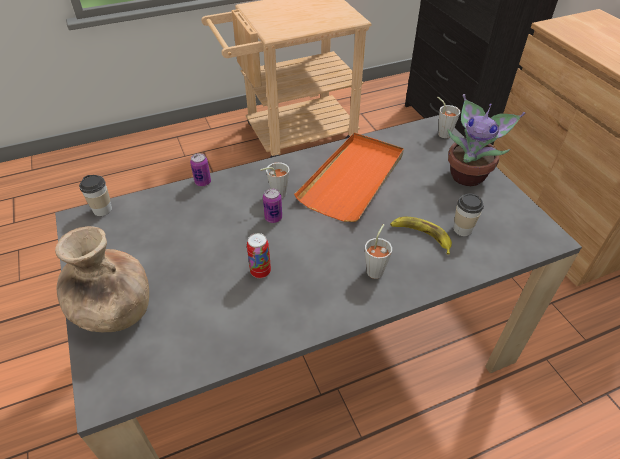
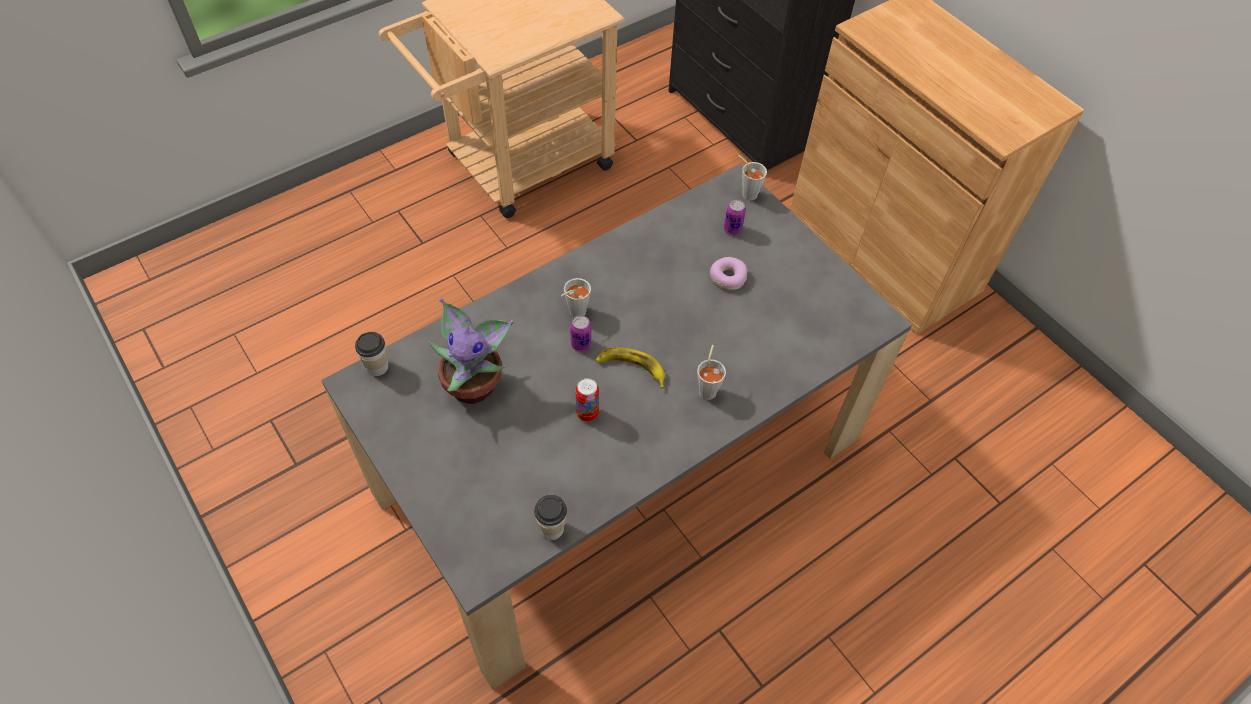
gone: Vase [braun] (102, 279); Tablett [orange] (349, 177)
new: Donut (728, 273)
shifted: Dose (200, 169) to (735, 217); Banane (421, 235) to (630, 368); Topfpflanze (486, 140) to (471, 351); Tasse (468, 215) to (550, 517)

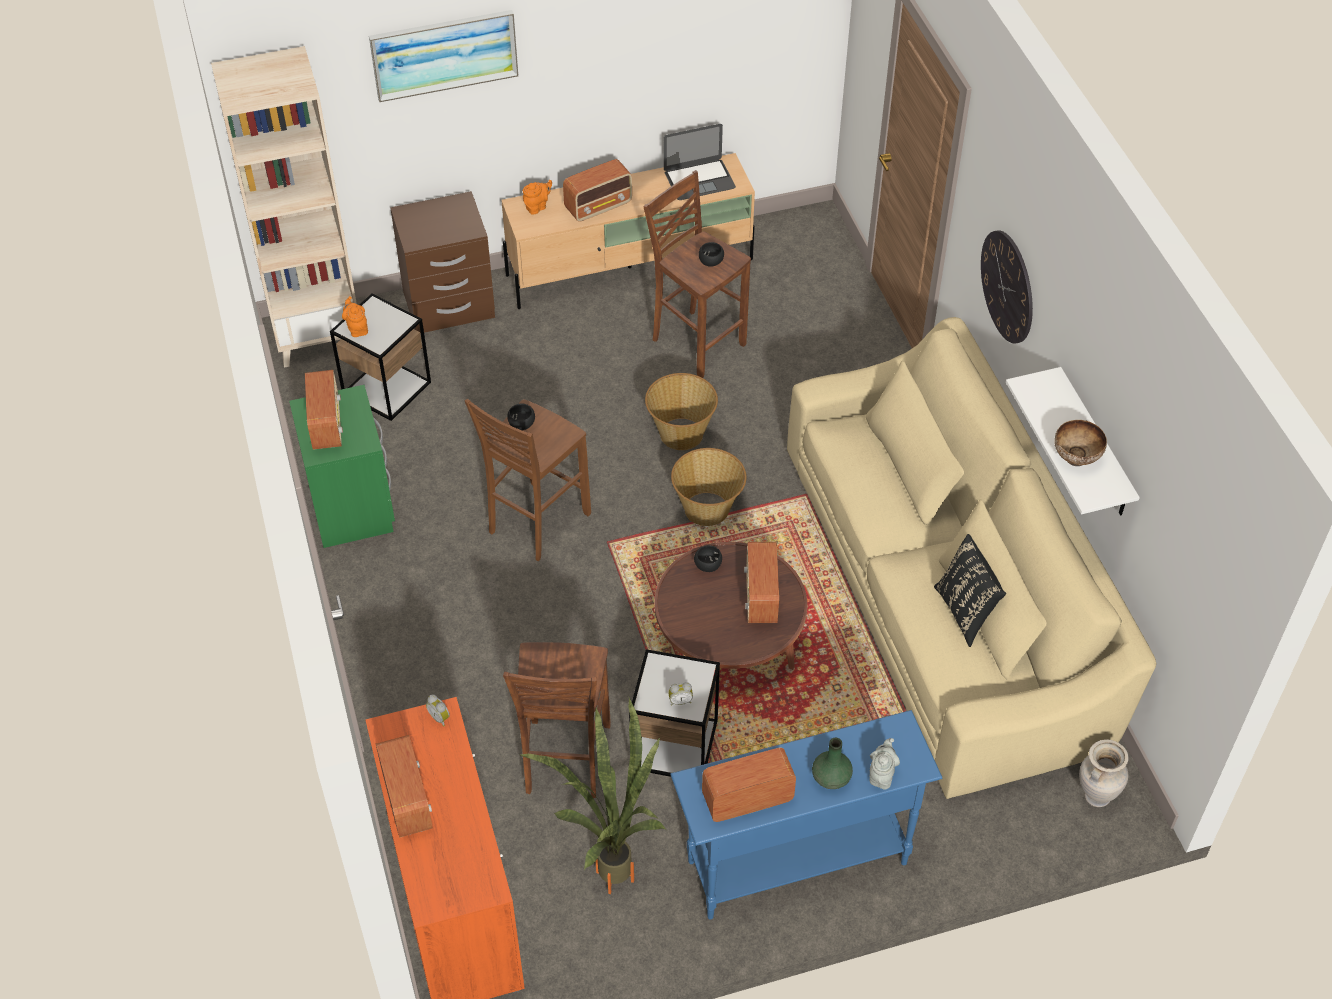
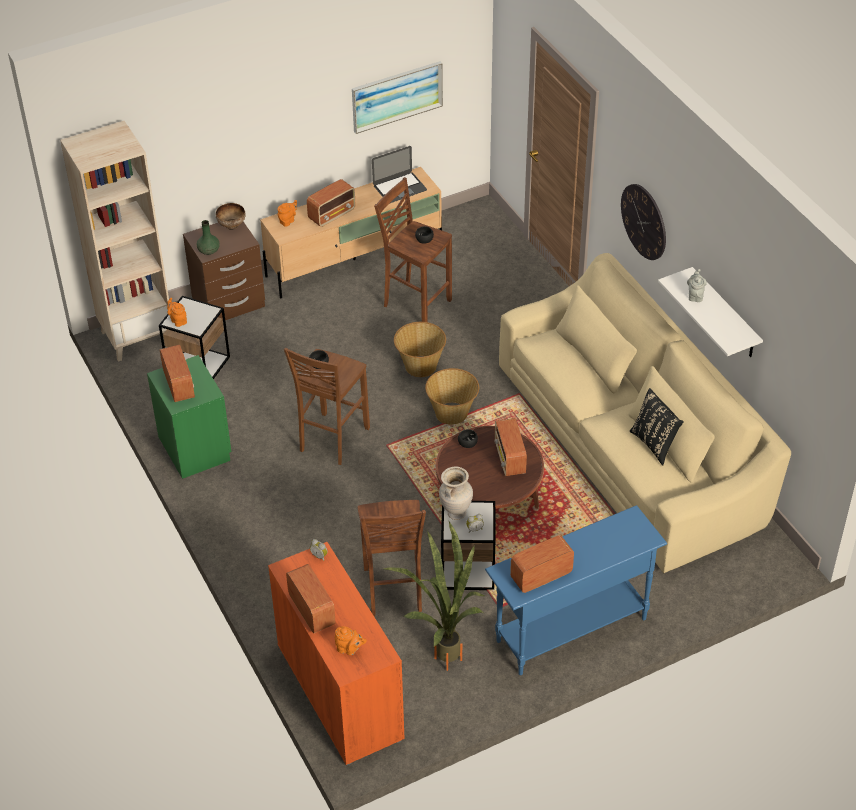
new: Teekanne [orange] (351, 640)
shifted: Bild (443, 56) to (397, 97); Vase [grün] (832, 763) to (208, 237); Teekanne [grau] (884, 764) to (697, 285); Schüssel (1080, 443) to (231, 216); Vase [beige] (1104, 773) to (456, 493)

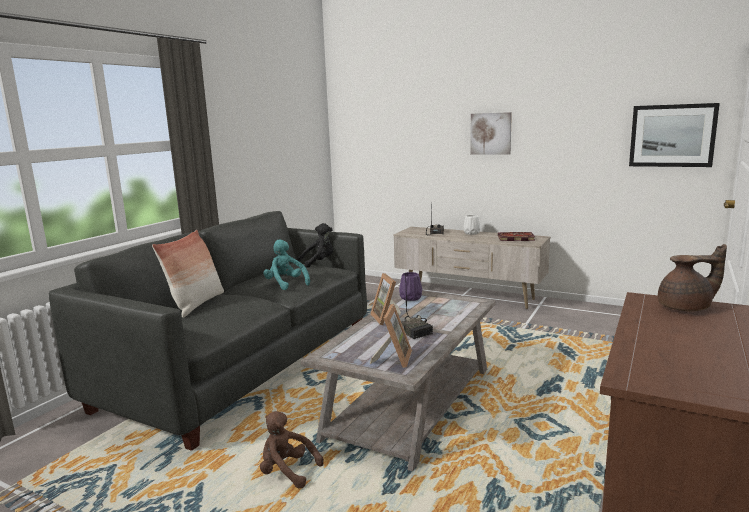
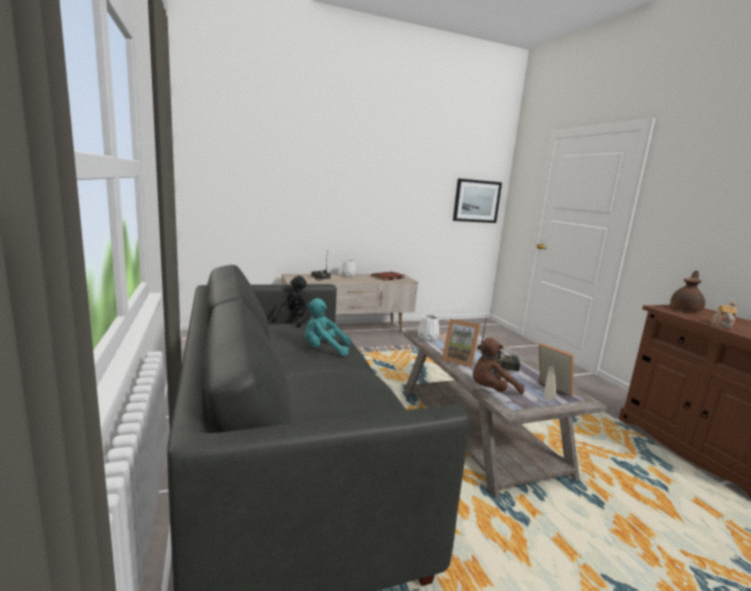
gone: Kissen (188, 274); Bild (491, 133)
new: Teekanne (724, 315)
shifted: Plüschtier [braun] (292, 450) to (498, 366)
repainted: Vase [lila] (410, 286) to Vase [weiß] (428, 328)

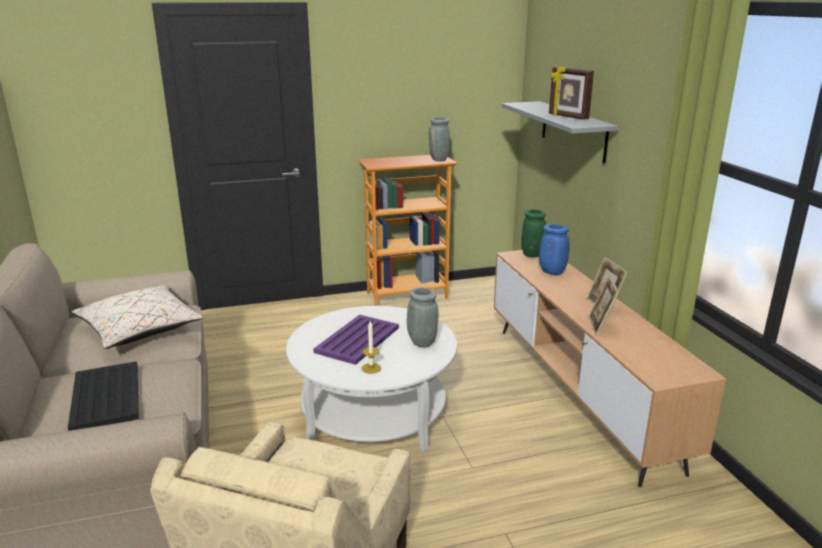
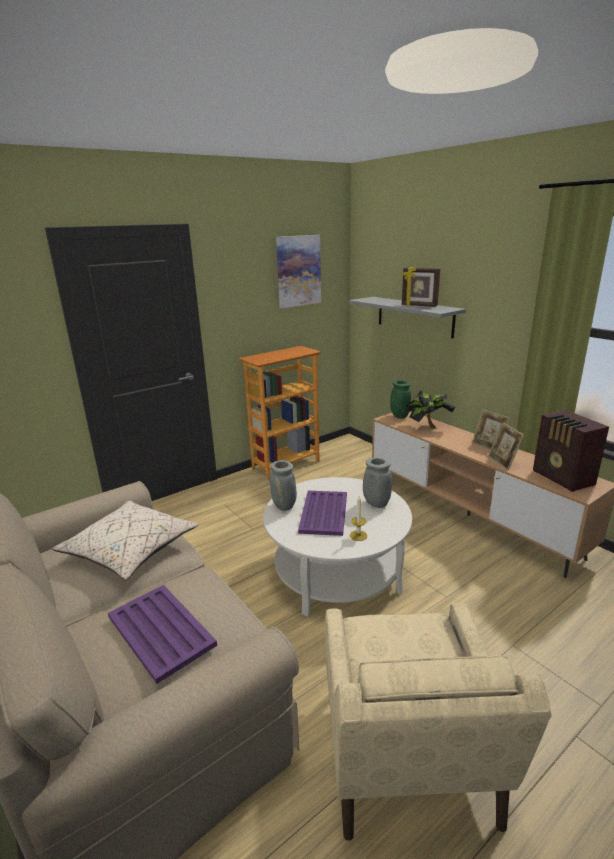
new: Bild (298, 271); Radio (571, 451)
shifted: Vase [grau] (439, 139) to (283, 485)
swapped: Vase [blau] (554, 249) to Topfpflanze (430, 410)
repainted: Tablett [schwarz] (103, 396) to Tablett [lila] (162, 634)

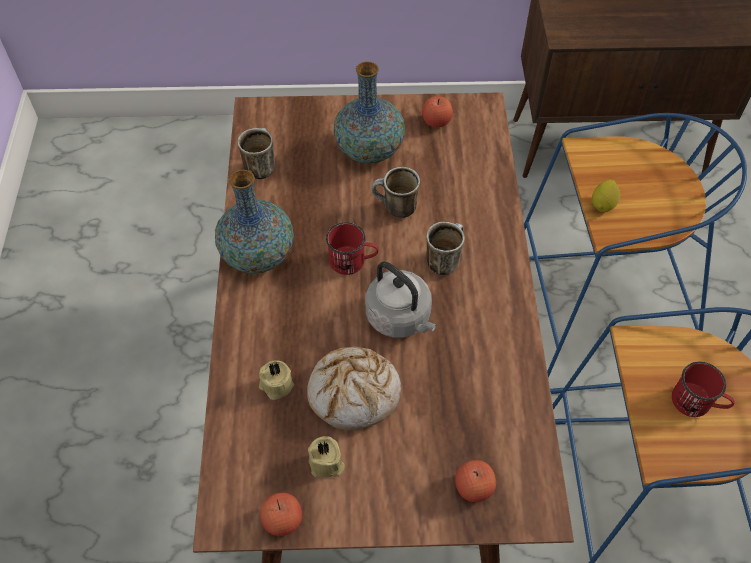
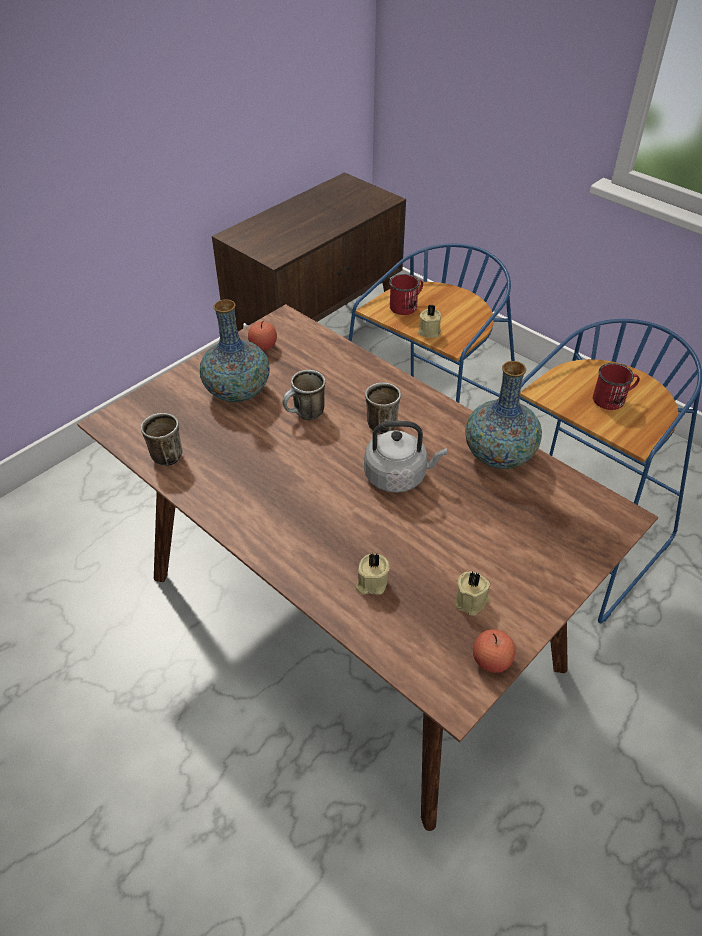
gone: Brot (354, 389); Apfel (475, 481)
shifted: Vase (254, 222) to (503, 415); Henkelbecher [rot] (352, 248) to (406, 294)
swapped: Zitrone (606, 196) to Kerze [beige] (429, 321)

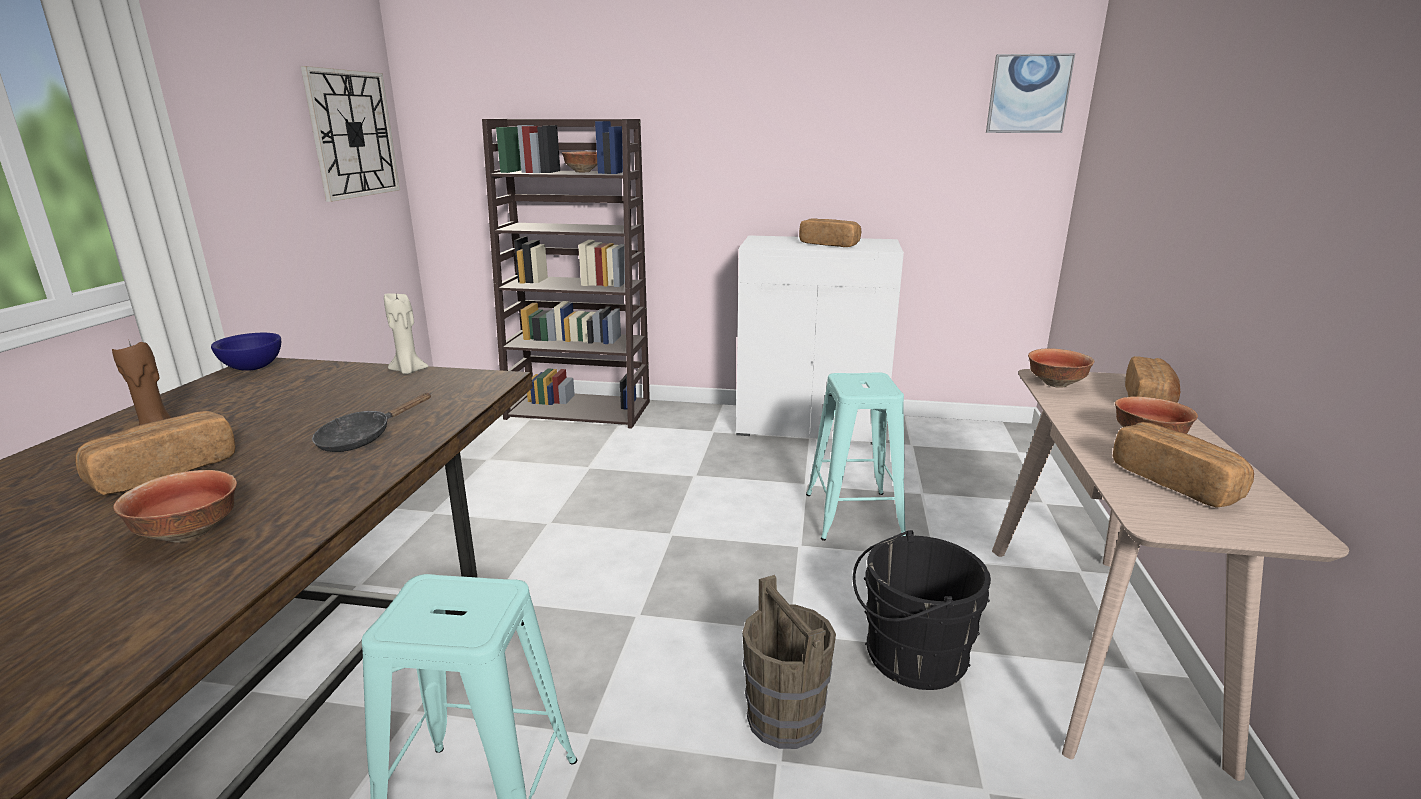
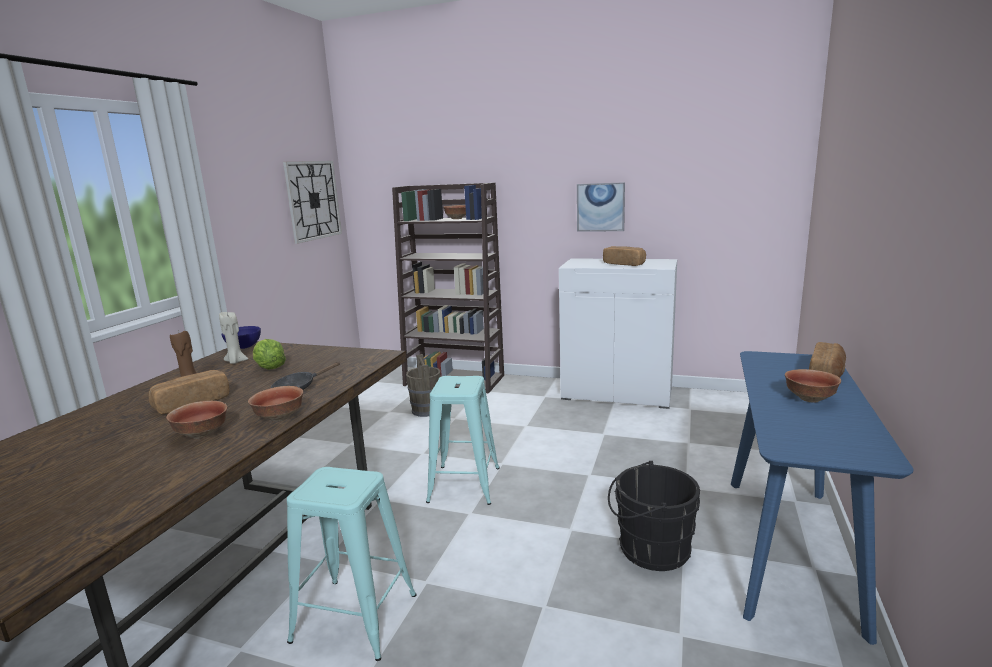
gone: Brot (1183, 465)
new: Salatkopf (269, 354)
shifted: Kerze [beige] (406, 333) to (234, 338); Eimer [braun] (789, 662) to (423, 385); Hocker [türkis] (856, 456) to (463, 440); Bild (1030, 93) to (601, 207); Schüssel (1061, 368) to (275, 404)
repainted: Konsolentisch [beige] (1170, 575) to Konsolentisch [blau] (822, 498)

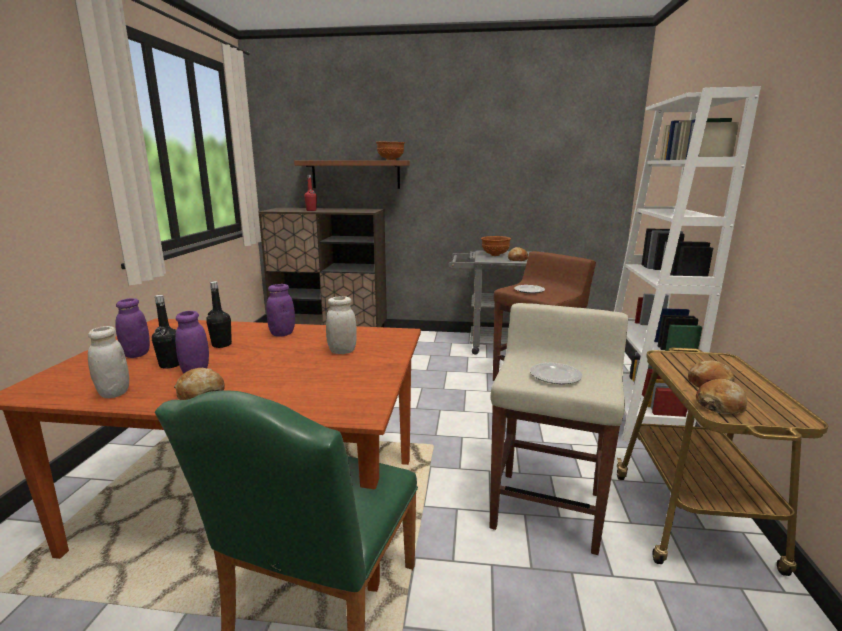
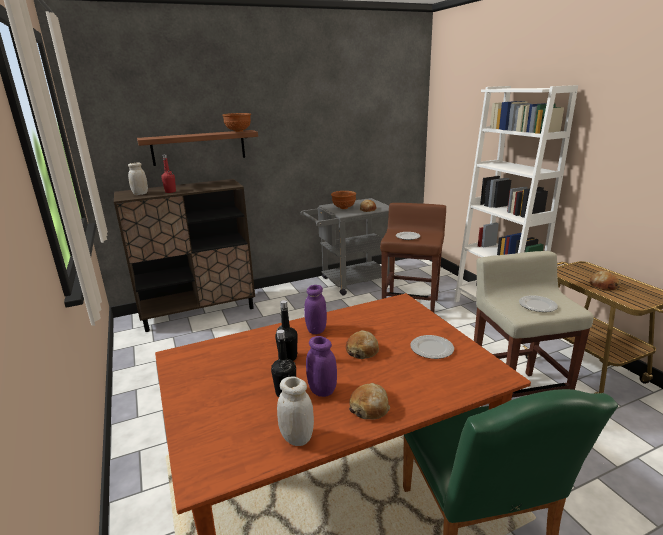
gone: Vorratsglas [lila] (132, 328)
new: Teller (432, 347)
shifted: Vorratsglas [weiß] (341, 325) to (138, 178); Brot (721, 396) to (362, 344)

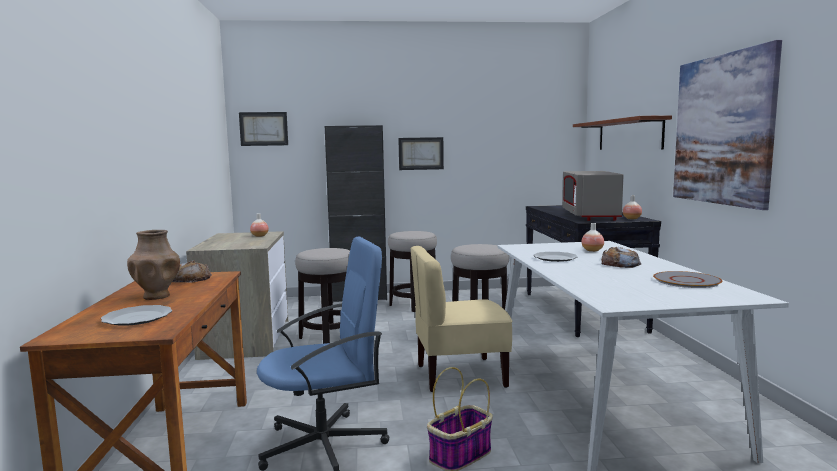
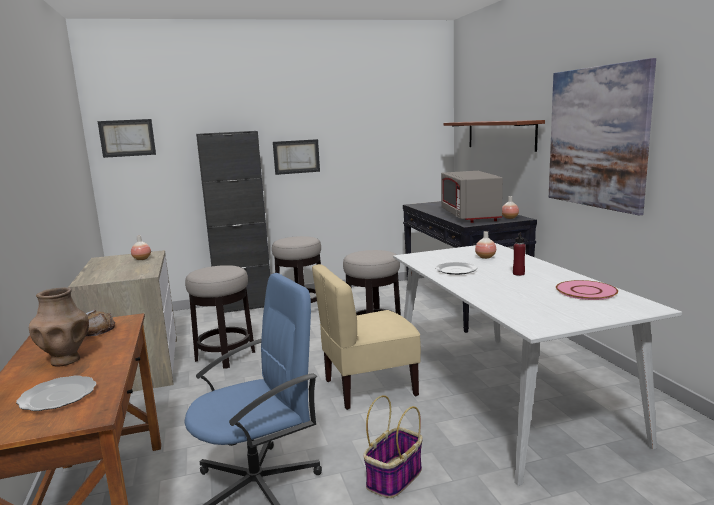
swapped: Brot (621, 257) to Flasche [rot] (519, 254)
repainted: Teller [grau] (687, 279) to Teller [rosa] (587, 290)

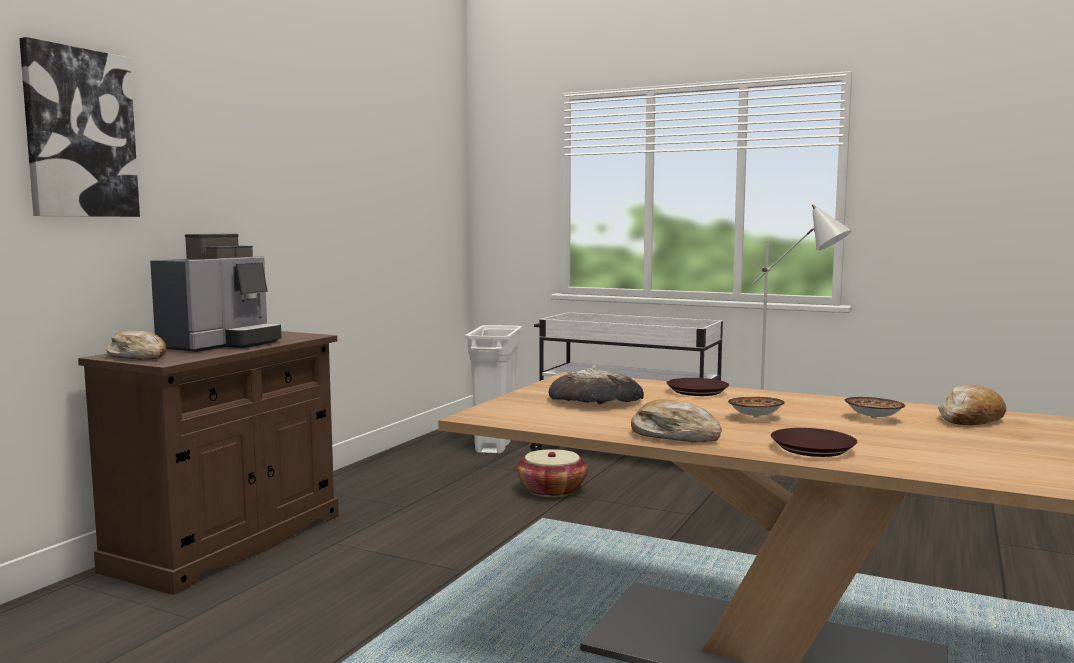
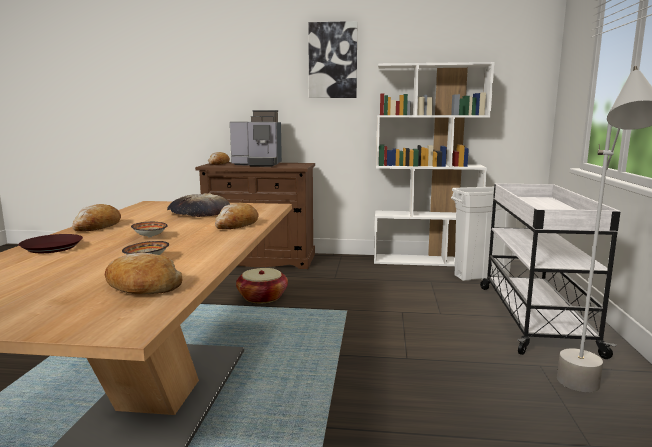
new: Bücherregal [weiß] (434, 164)
shifted: Bild (79, 127) to (332, 59); Korb (552, 473) to (262, 285)
swapped: Teller [braun] (697, 387) to Brot (237, 216)

